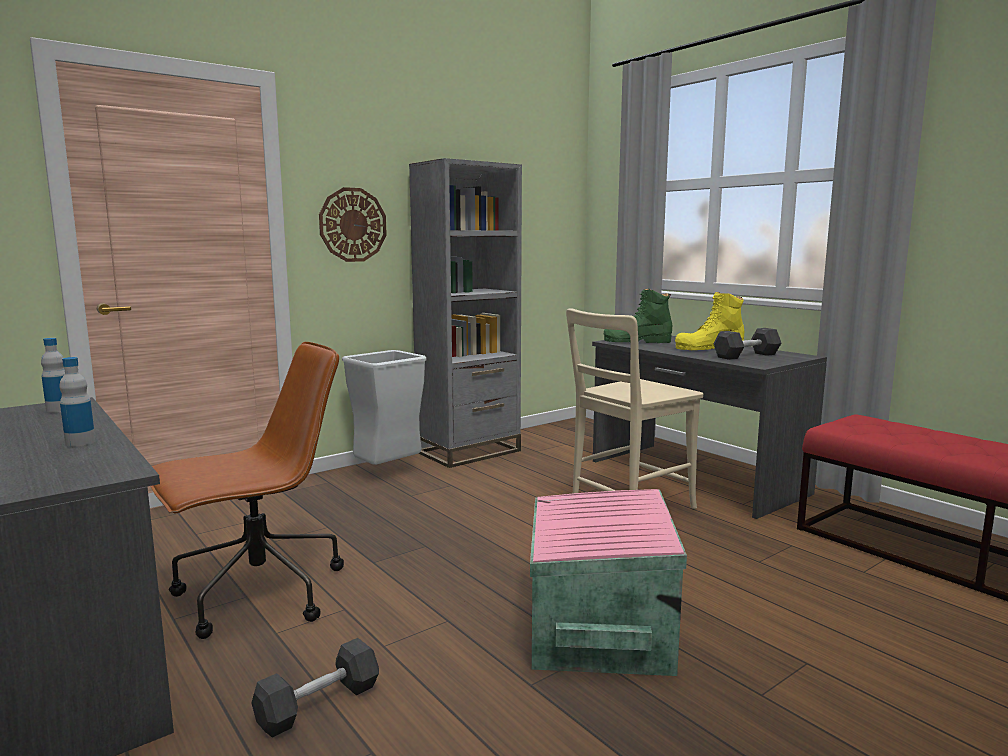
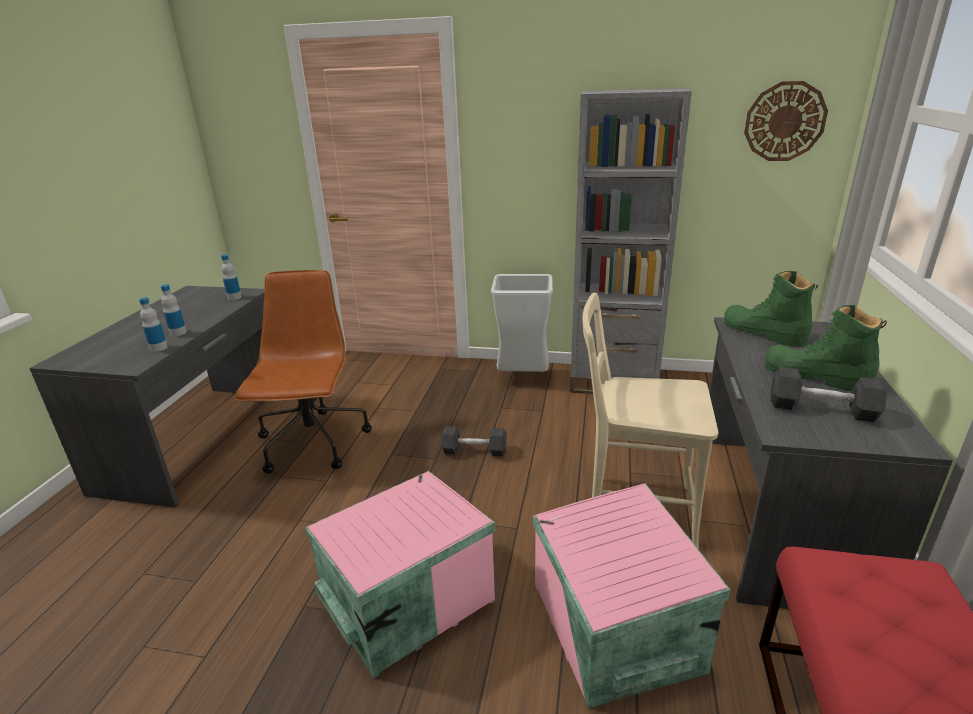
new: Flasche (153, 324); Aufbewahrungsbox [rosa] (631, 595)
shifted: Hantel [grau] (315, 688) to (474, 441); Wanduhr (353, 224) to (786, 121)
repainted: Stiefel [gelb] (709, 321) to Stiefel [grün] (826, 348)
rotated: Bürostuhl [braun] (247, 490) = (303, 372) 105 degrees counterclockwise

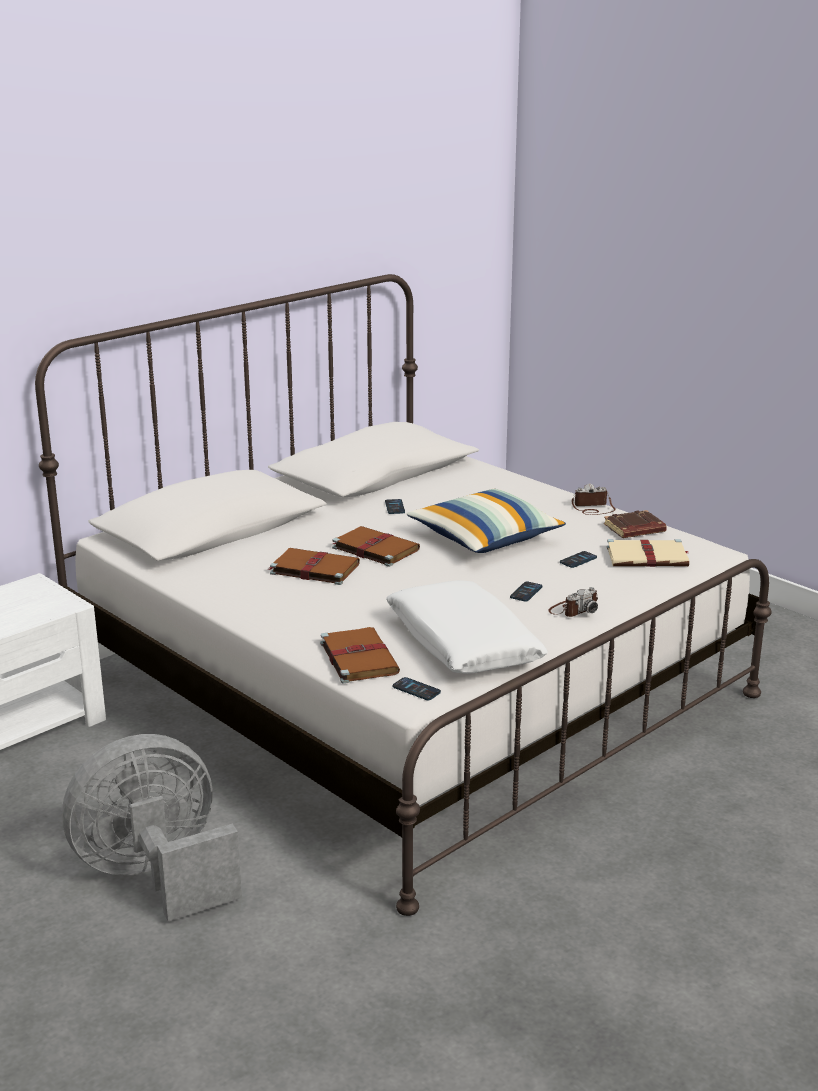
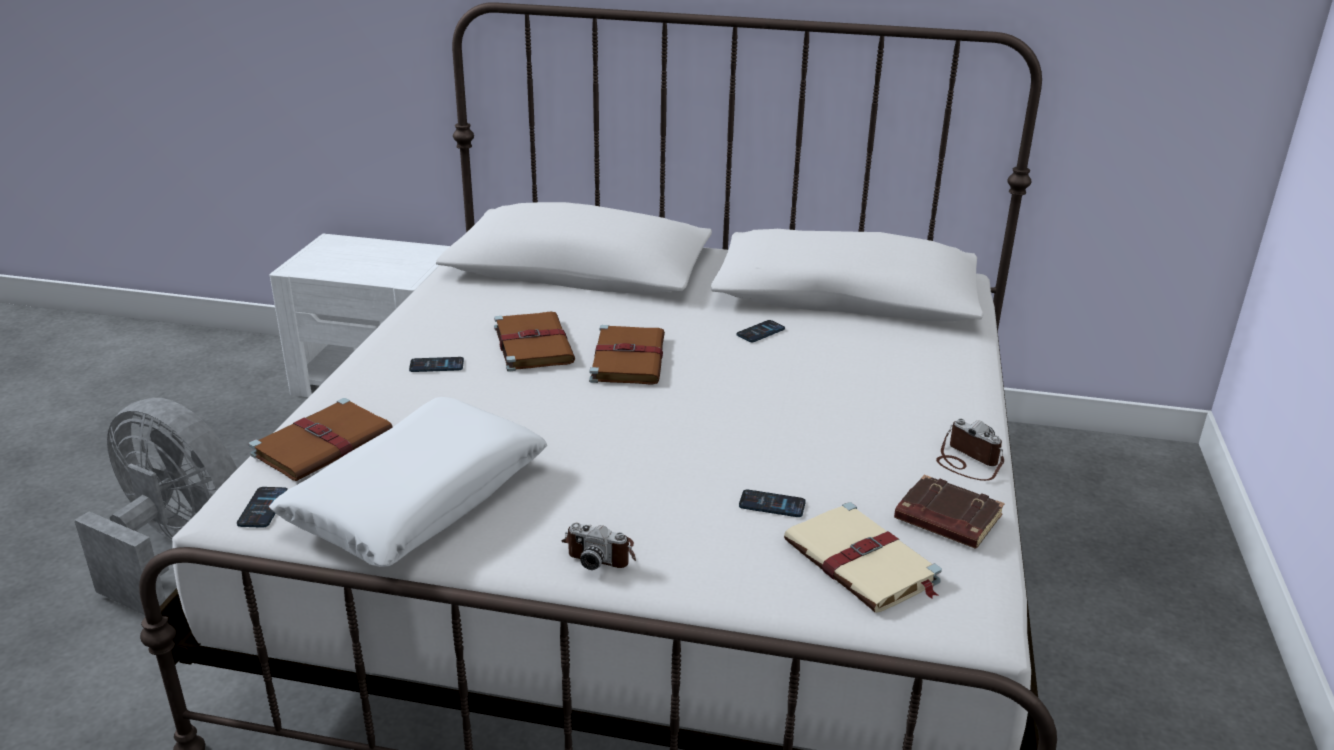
gone: Kissen (486, 521)
shifted: Handy (526, 592) to (436, 364)

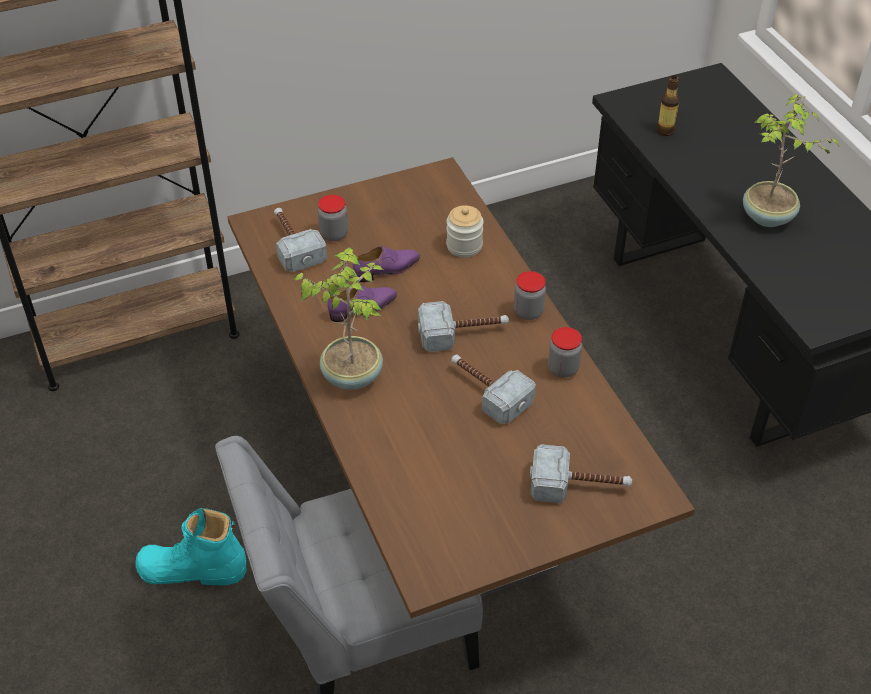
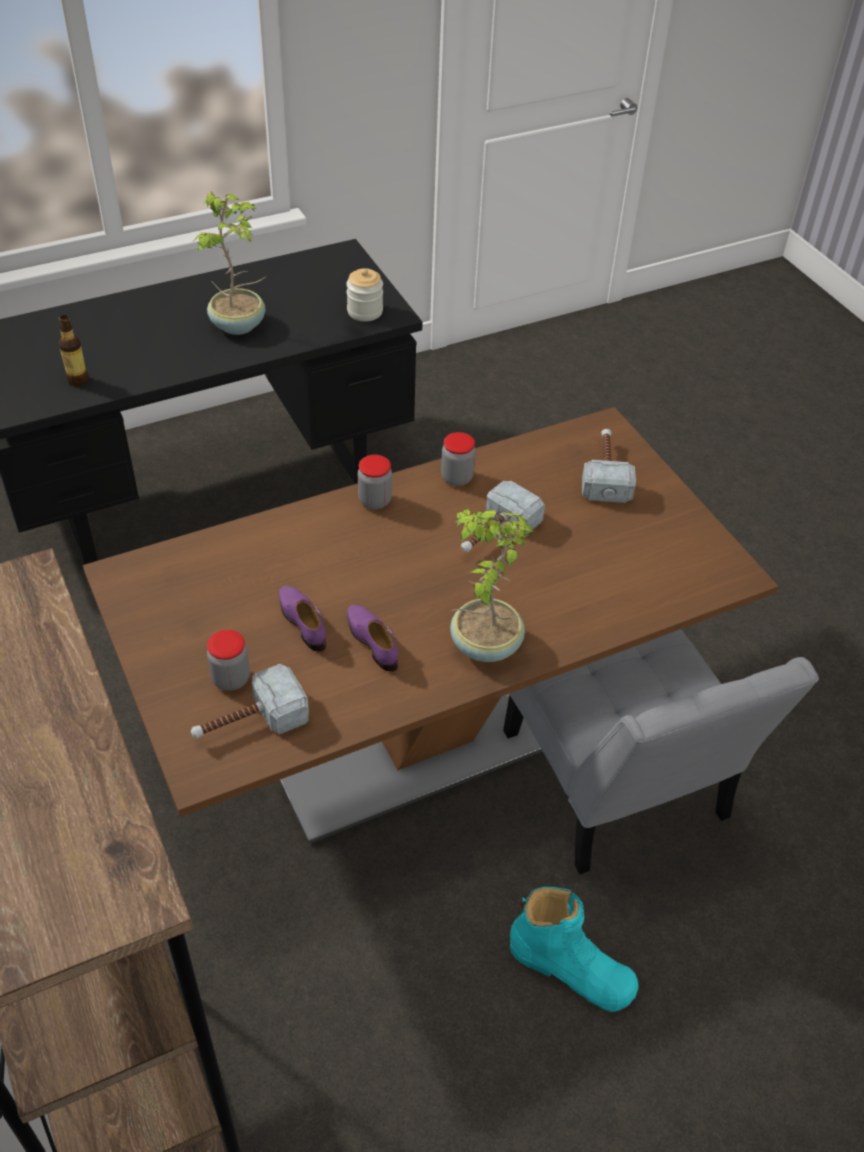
gone: Hammer (463, 326)
shifted: Vorratsglas (465, 231) to (364, 294)
rotated: Stiefel [türkis] (191, 547) = (574, 949) 60 degrees counterclockwise

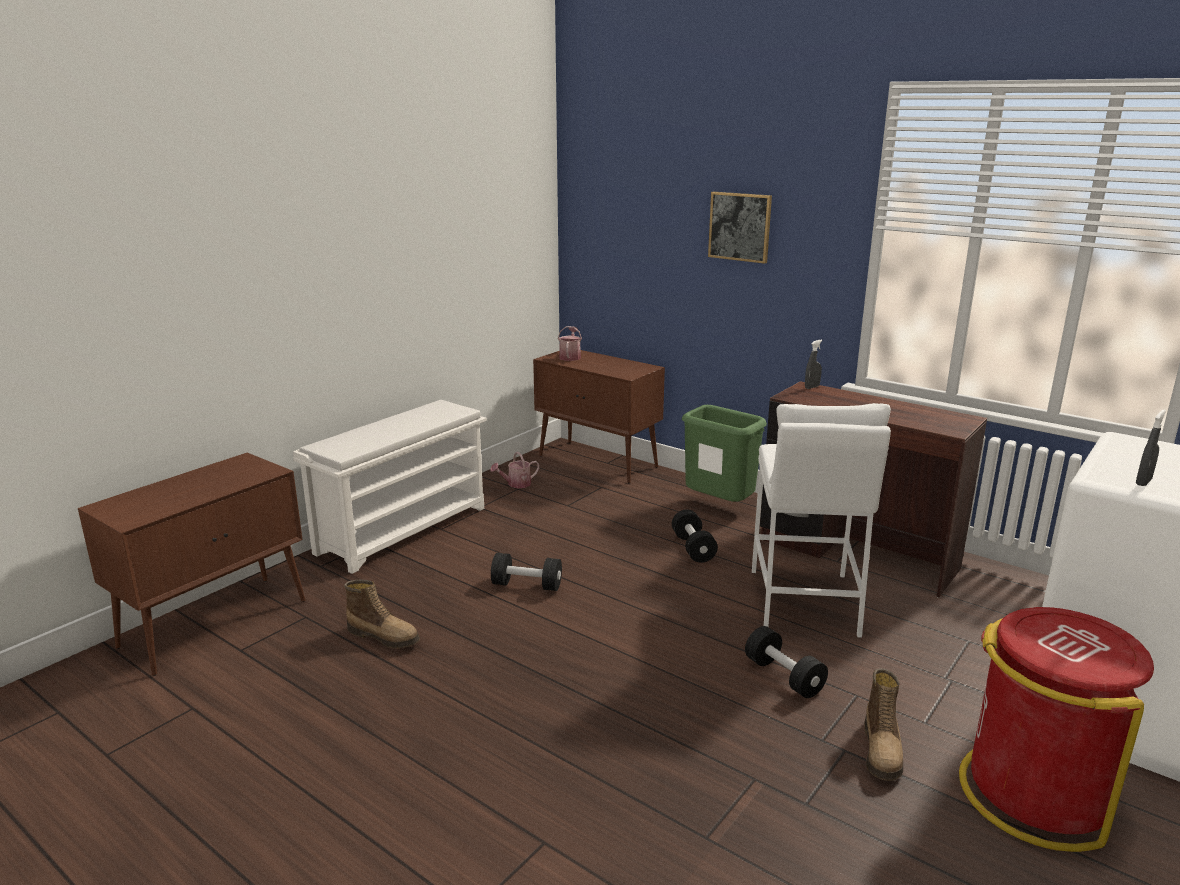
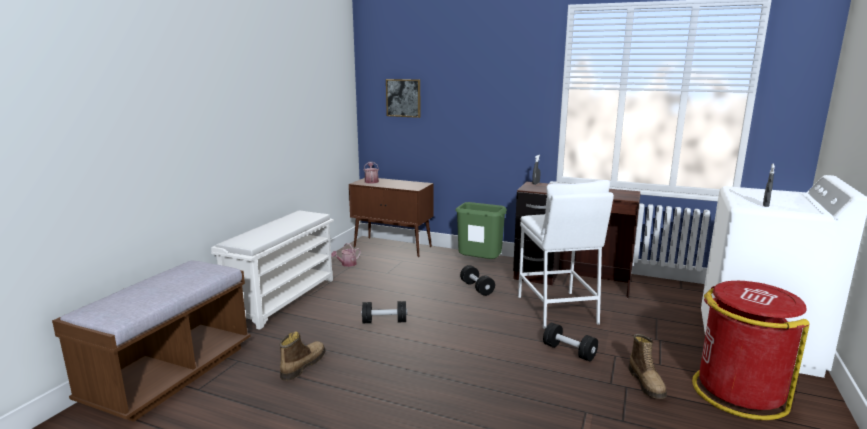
shifted: Bild (740, 227) to (403, 98)
swapped: Schrank [braun] (191, 564) to Bank [braun] (151, 341)
rotated: Stiefel (382, 614) = (303, 356) 75 degrees counterclockwise

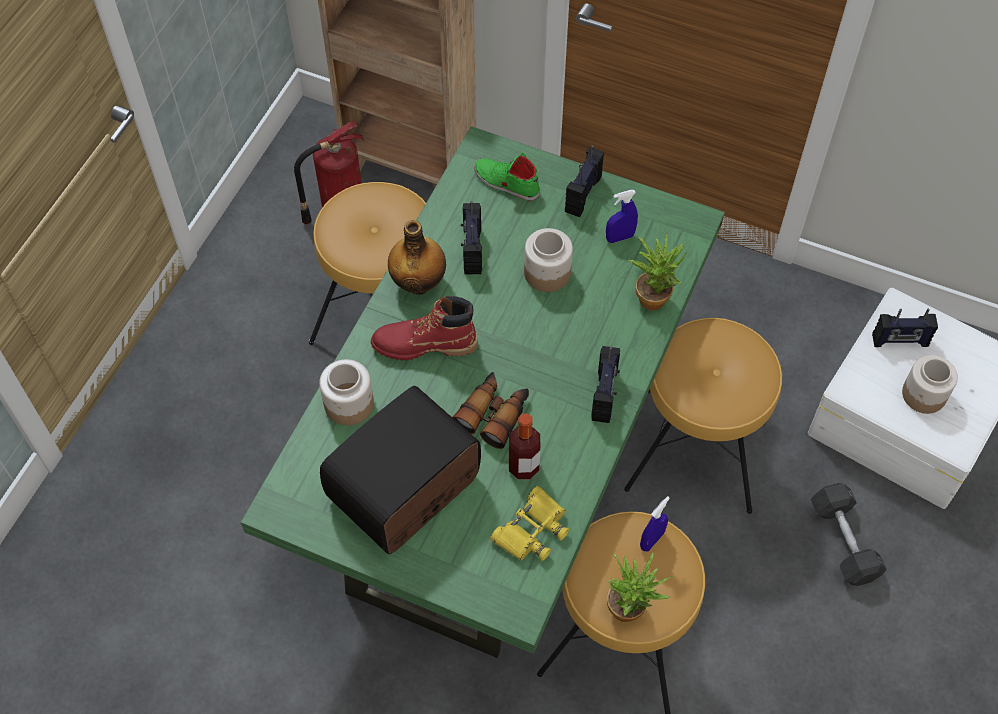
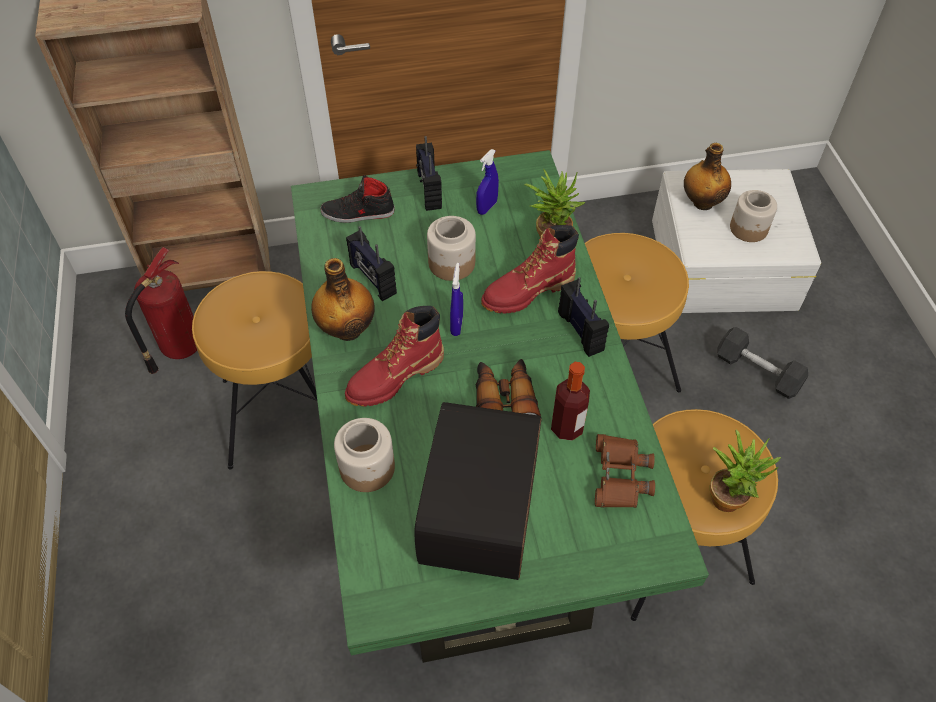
new: Stiefel [rot] (530, 269)
shifted: Sprühflasche [blau] (655, 523) to (456, 299)
swapped: Radio (905, 328) to Flasche (707, 176)
repainted: Schuh [grün] (507, 177) to Schuh [schwarz] (358, 199); Fernglas [gelb] (529, 523) to Fernglas [braun] (625, 471)

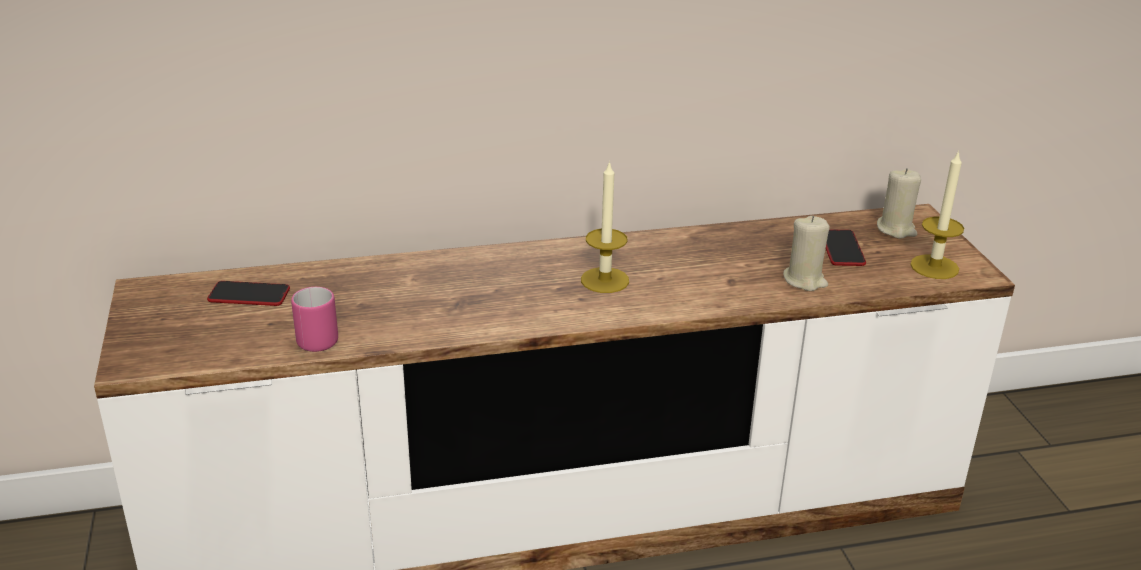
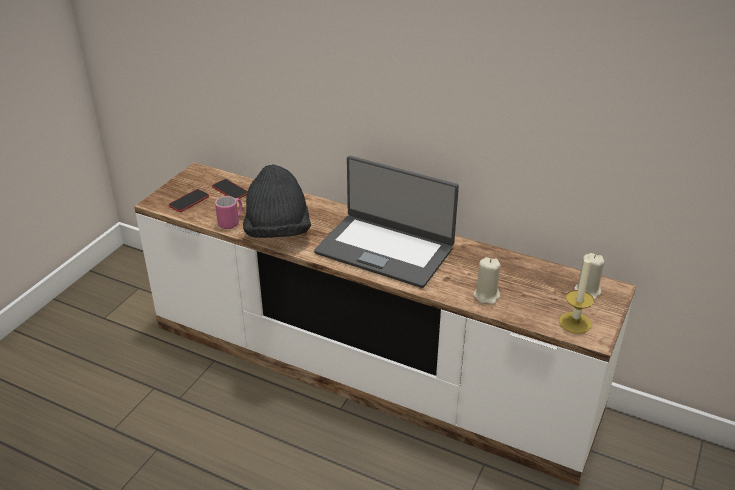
new: Hut [schwarz] (277, 201)
shifted: Handy (846, 247) to (189, 200)
swapped: Kerze (605, 226) to Laptop (386, 222)

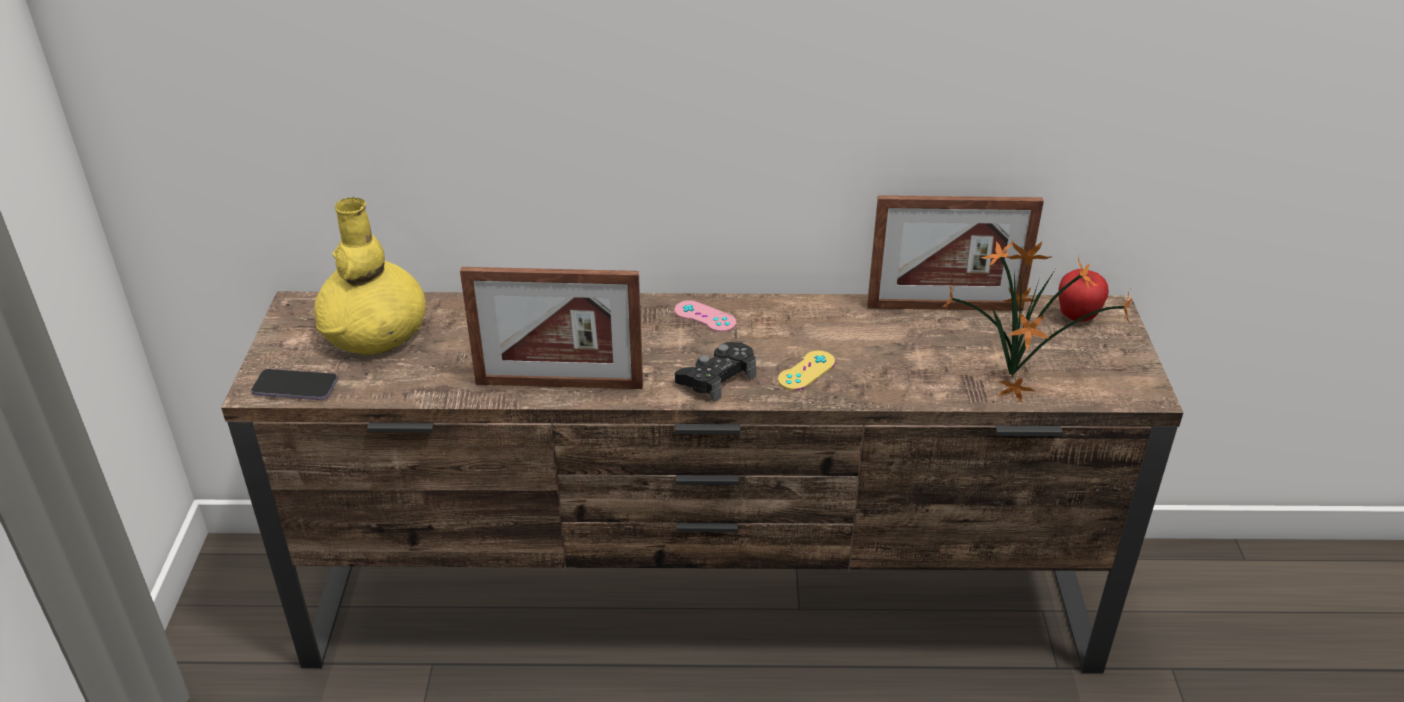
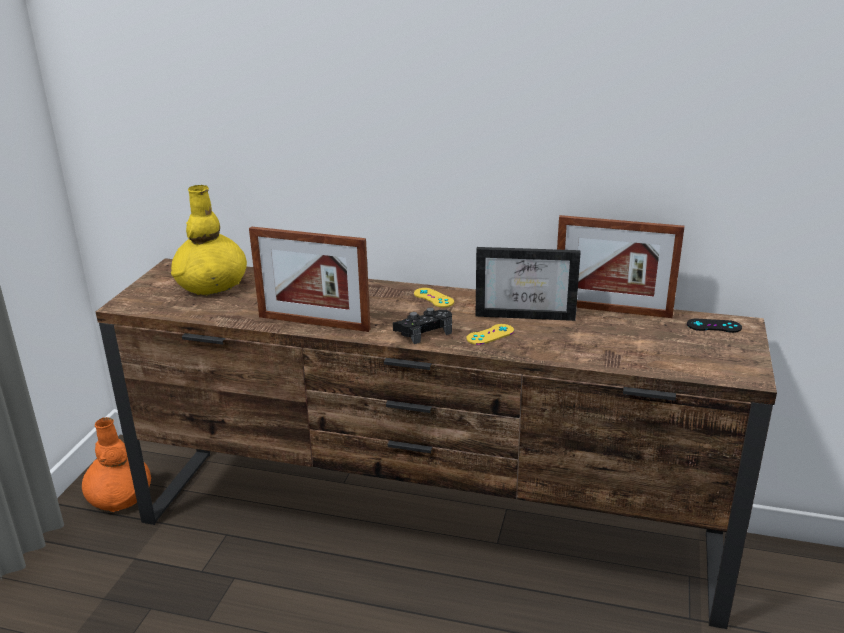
gone: Handy (294, 384); Topfpflanze (1038, 321)
new: Vase [orange] (116, 464); Bilderrahmen (528, 284)
swapped: Apfel (1083, 295) to Gamepad [schwarz] (714, 326)
repainted: Gamepad [rosa] (705, 316) to Gamepad [gelb] (434, 297)

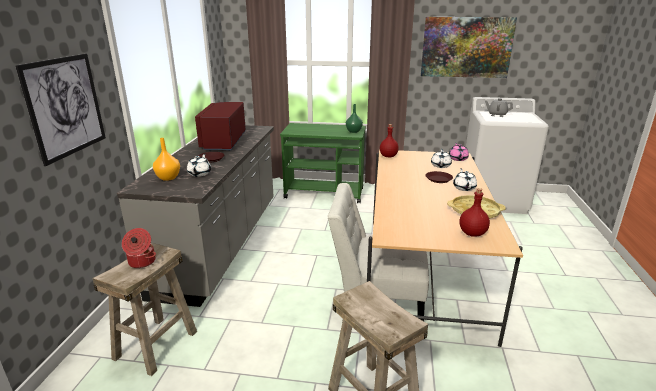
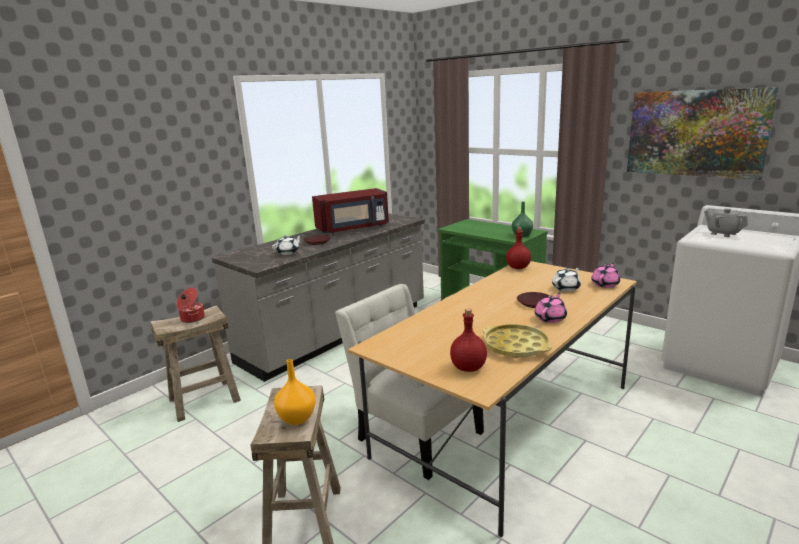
gone: Bild (60, 110)
shifted: Vase [orange] (166, 159) to (295, 392)
repainted: Teekanne [weiß] (465, 179) to Teekanne [rosa] (551, 307)
rotated: Mikrowelle [rot] (220, 126) = (350, 211) 150 degrees counterclockwise

